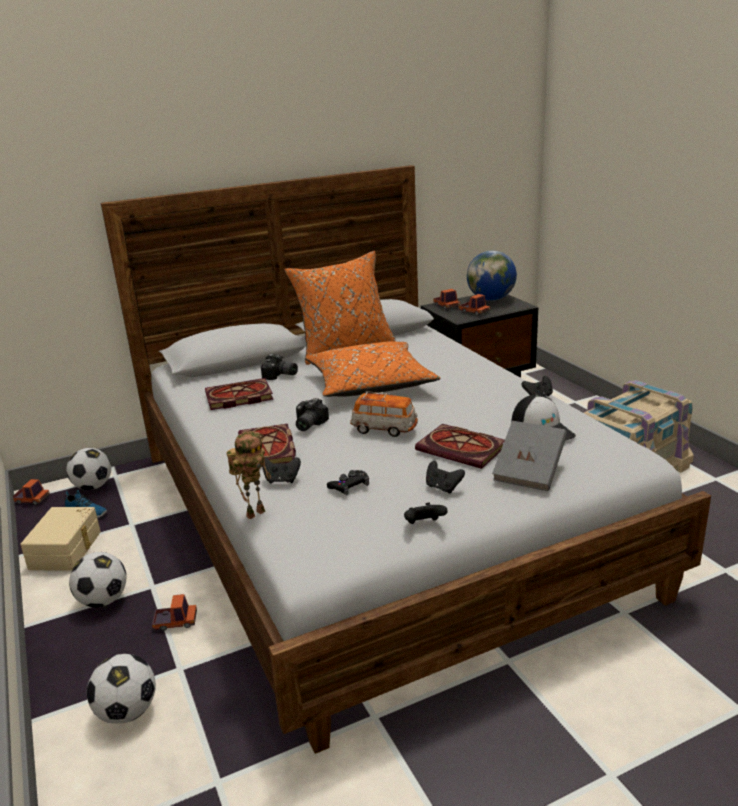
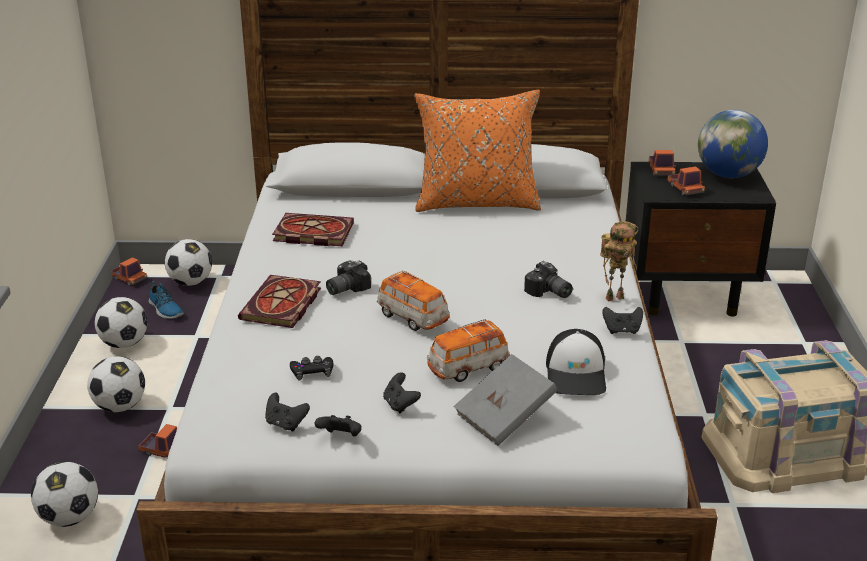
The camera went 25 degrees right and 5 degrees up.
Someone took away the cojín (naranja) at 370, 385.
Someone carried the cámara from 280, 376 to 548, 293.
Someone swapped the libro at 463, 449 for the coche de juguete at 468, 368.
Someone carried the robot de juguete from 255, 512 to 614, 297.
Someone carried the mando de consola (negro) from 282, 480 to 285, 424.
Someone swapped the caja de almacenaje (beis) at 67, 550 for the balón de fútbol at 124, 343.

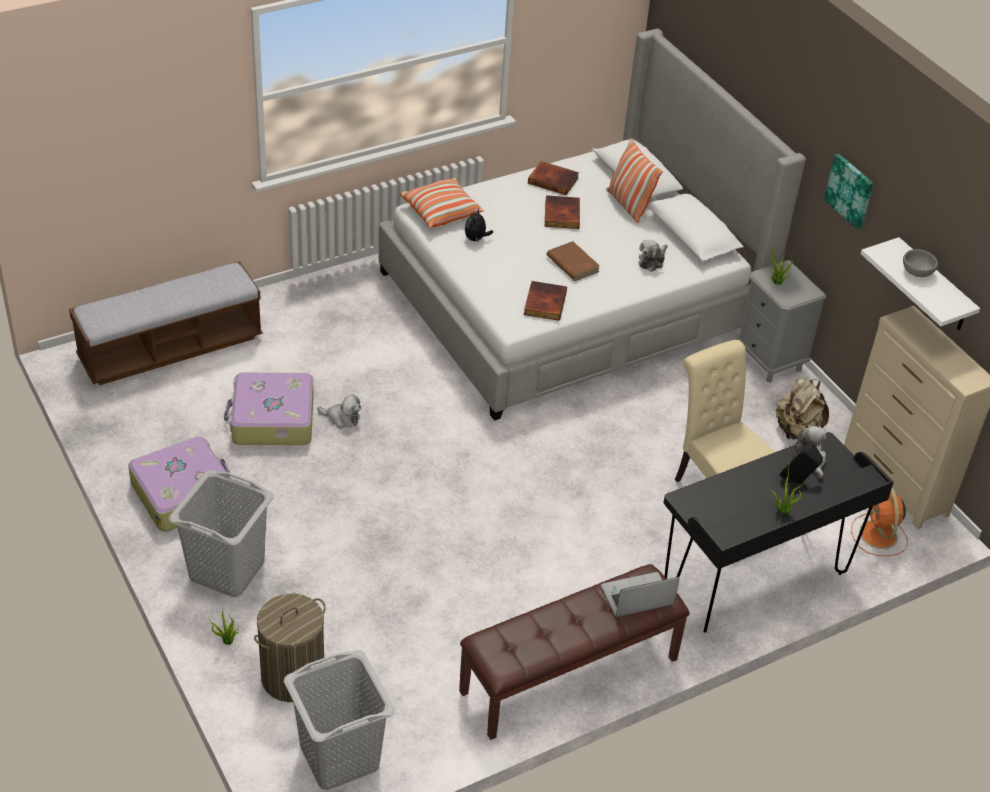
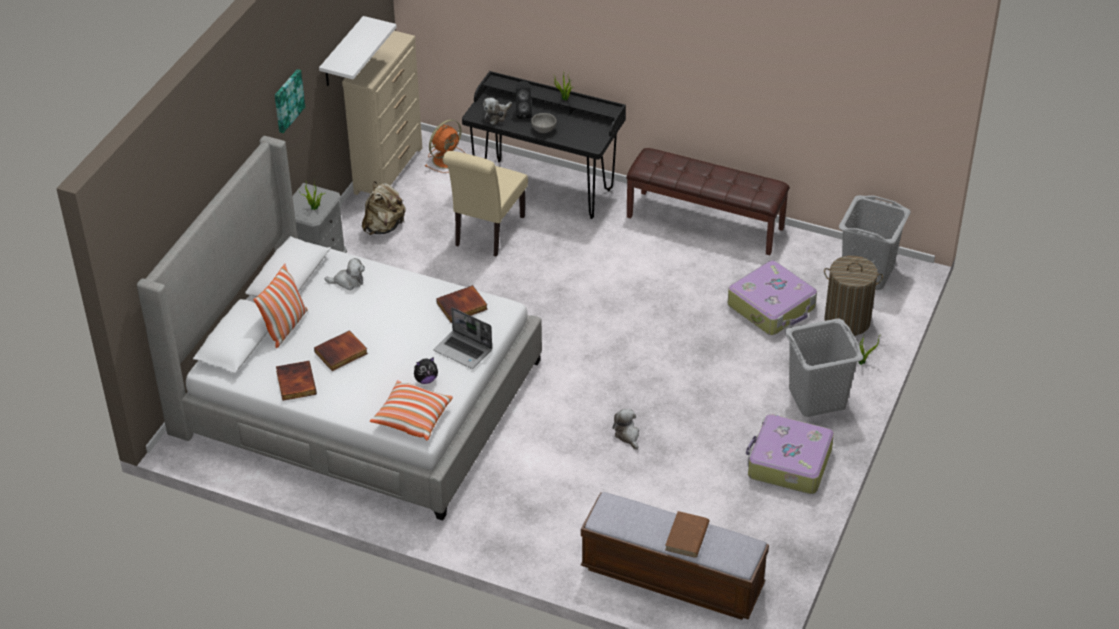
The camera went 125 degrees left and 0 degrees up.
Someone carried the libro (marrón) from 572, 263 to 687, 537.
Someone carried the cuenco (gris) from 916, 271 to 543, 130.
Someone carried the maleta from 272, 420 to 772, 307.
Someone carried the portátil from 636, 597 to 464, 350.

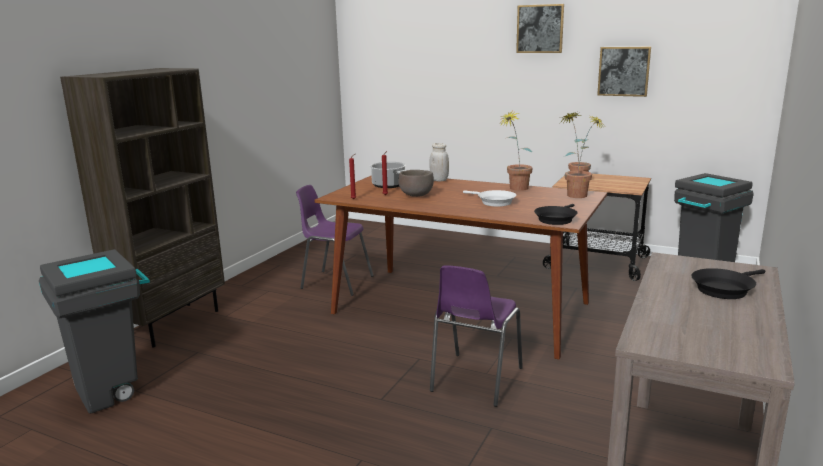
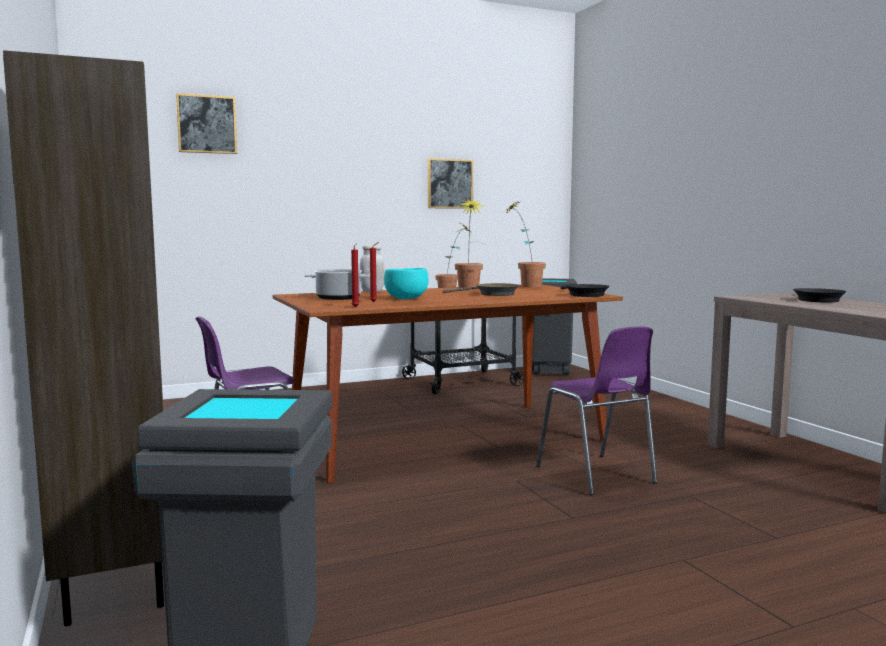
The camera went 50 degrees left and 10 degrees down.
Someone carried the cuadro from 540, 29 to 206, 124.
Someone repainted the cuenco (marrón) at 416, 195, which became the cuenco (turquesa) at 406, 299.
Someone repainted the sartén (blanco) at 493, 202, which became the sartén (marrón) at 492, 294.

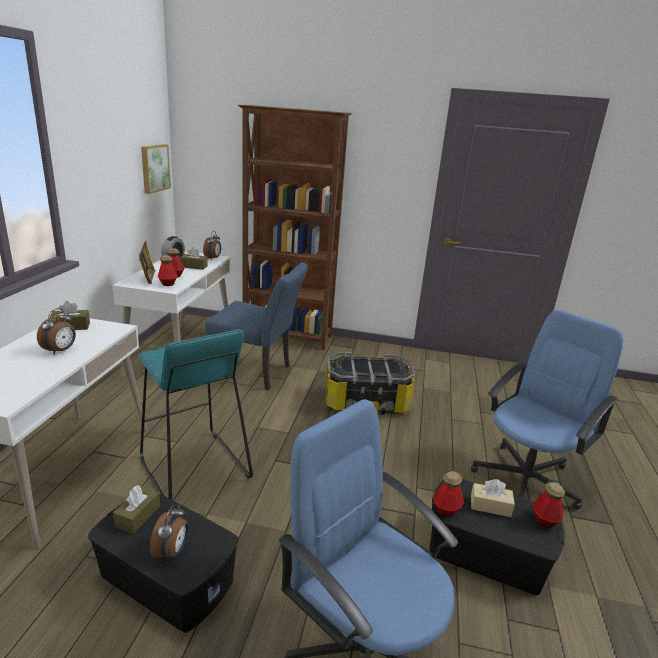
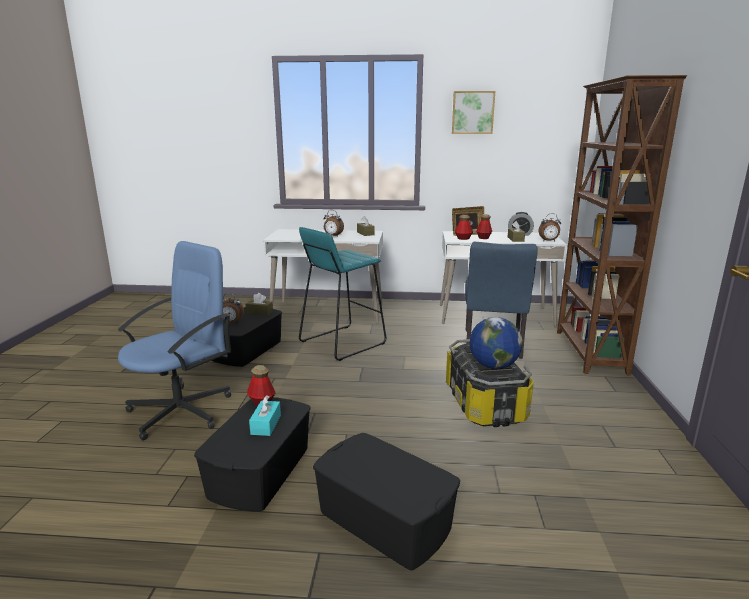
The camera went 85 degrees right and 5 degrees down.
Someone carried the cuadro from 154, 168 to 472, 112.
Someone swapped the silla de oficina (azul) at 527, 479 for the caja de almacenaje (negro) at 384, 521.
Someone repainted the caja de pañuelos (beis) at 490, 506, which became the caja de pañuelos (turquesa) at 266, 424.
Someone took away the botella at 544, 520.
Someone put down the globo terráqueo at 493, 366.

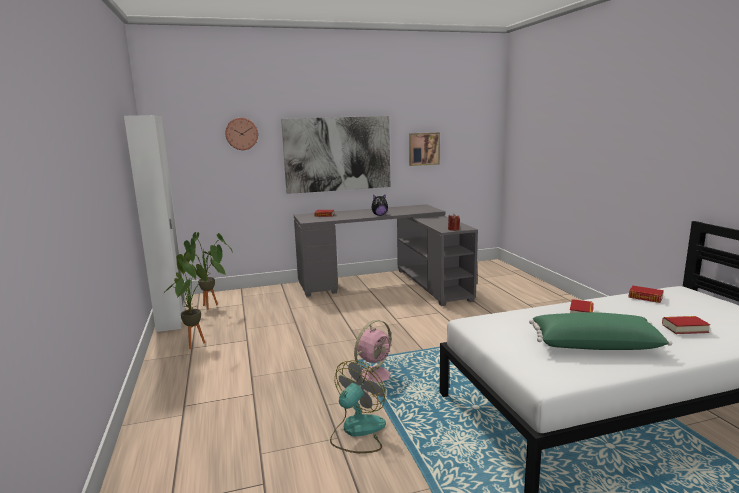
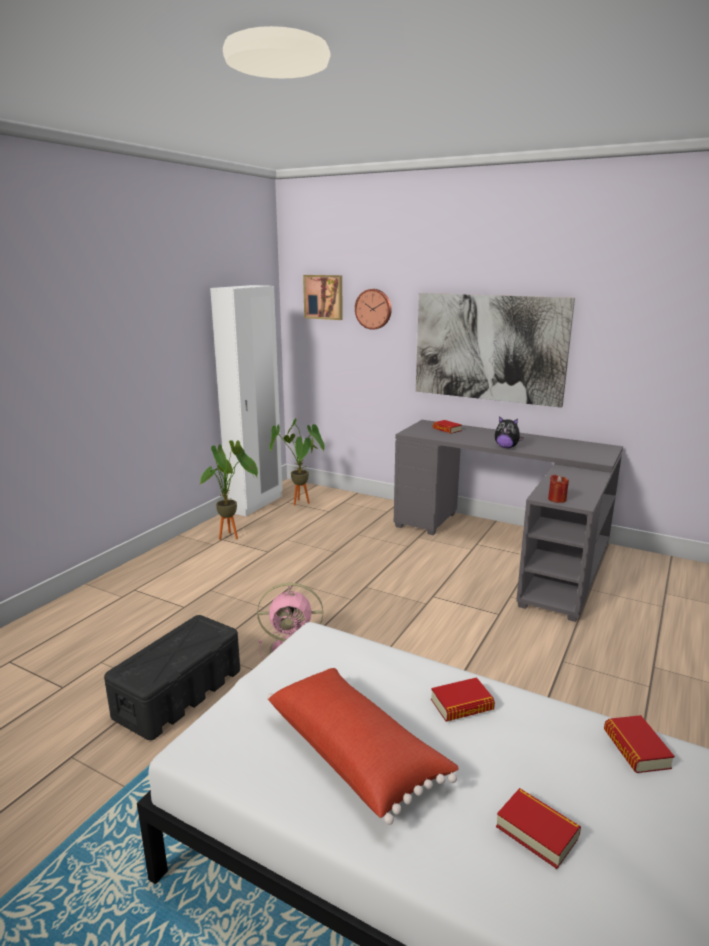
The camera went 45 degrees right and 5 degrees up.
Someone carried the cuadro from 423, 149 to 324, 297.
Someone repainted the cojín (verde) at 594, 344, which became the cojín (rojo) at 356, 753.
Someone swapped the ventilador at 357, 431 for the caja de almacenaje (negro) at 179, 693.

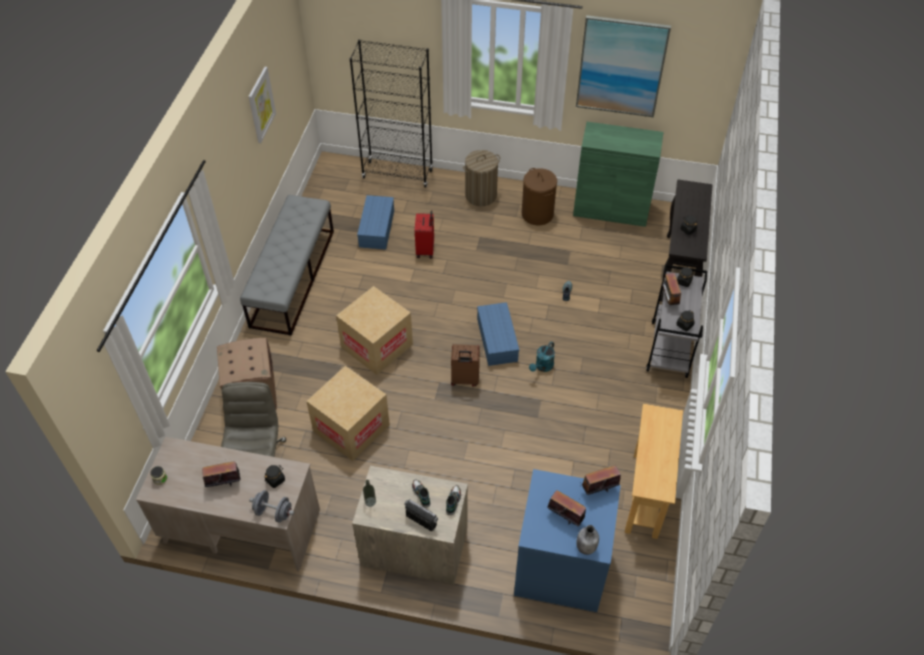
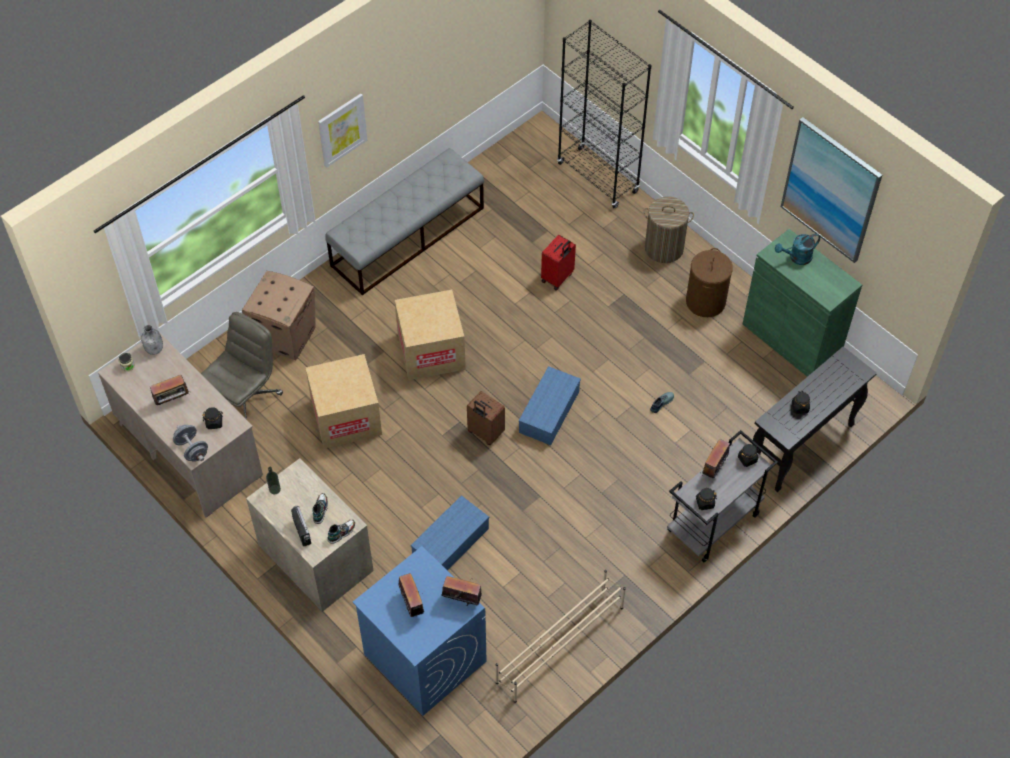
The camera went 35 degrees right and 5 degrees up.
Someone carried the cuadro from 261, 105 to 342, 130.
Someone carried the caja de almacenaje (azul) from 376, 228 to 451, 541.
Someone carried the regadera (turquesa) from 542, 367 to 796, 258.
Someone swapped the mesa consola (beis) at 645, 494 for the zapatero (beis) at 559, 645.
Someone rotated the radio at 224, 483 by 135 degrees clockwise.
Someone carried the botella (gris) from 586, 547 to 155, 349.

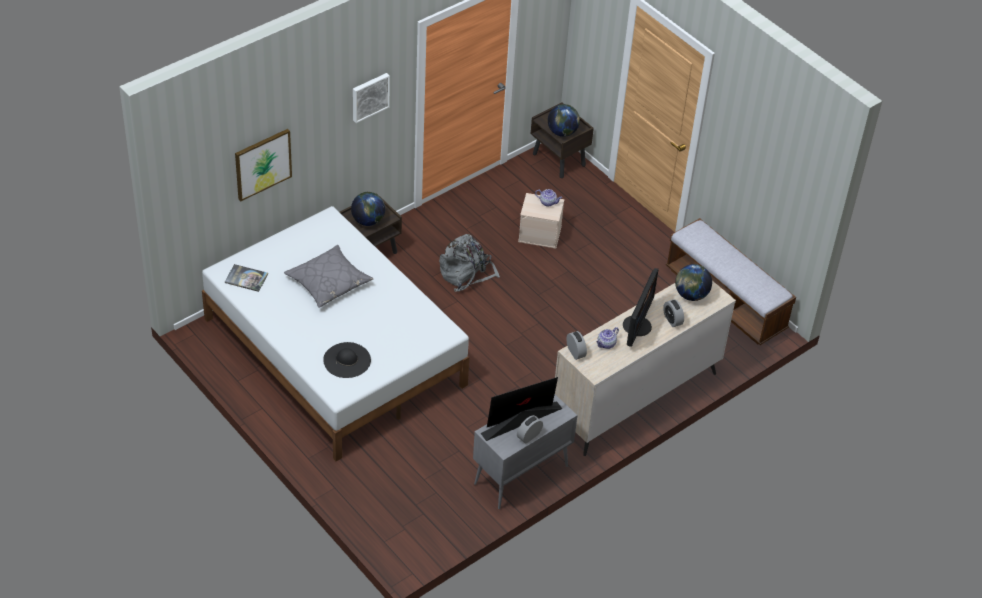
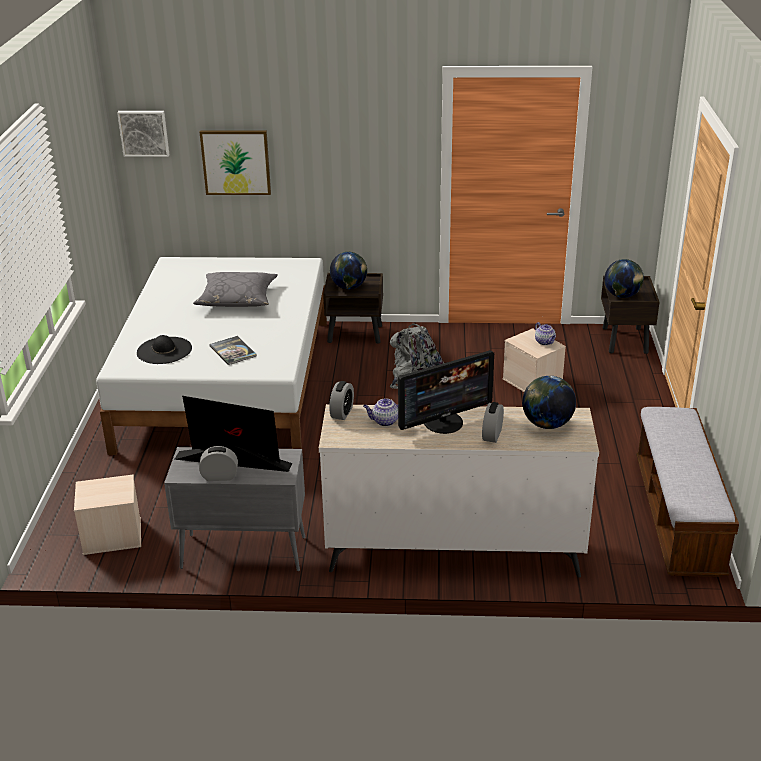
The camera went 45 degrees right and 15 degrees down.
Someone carried the cuadro from 369, 96 to 144, 133.
Someone carried the libro from 246, 278 to 233, 351.
Someone put down the caja de almacenaje (beis) at 111, 536.

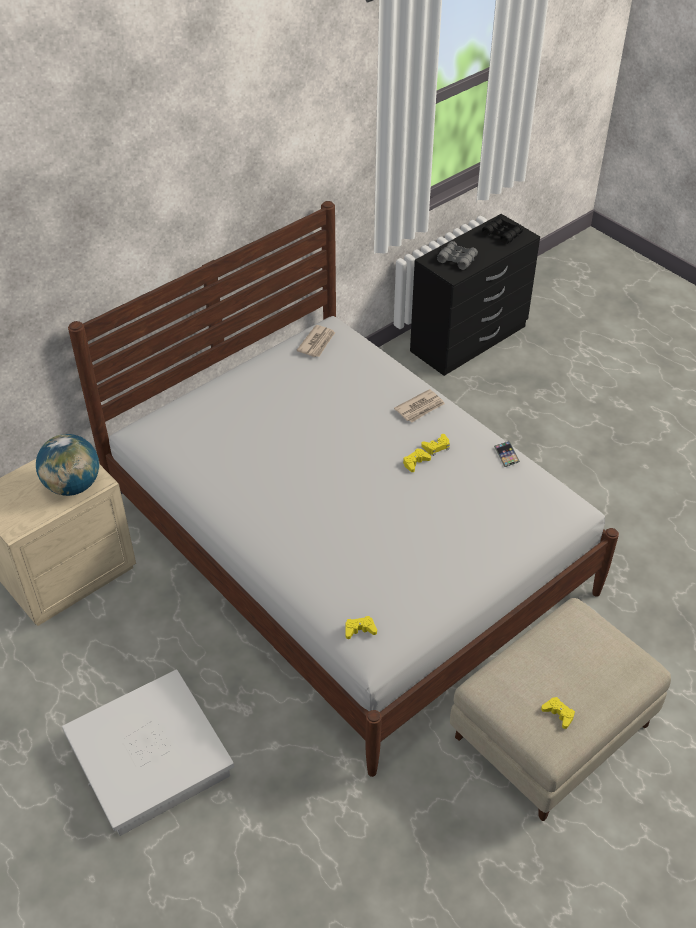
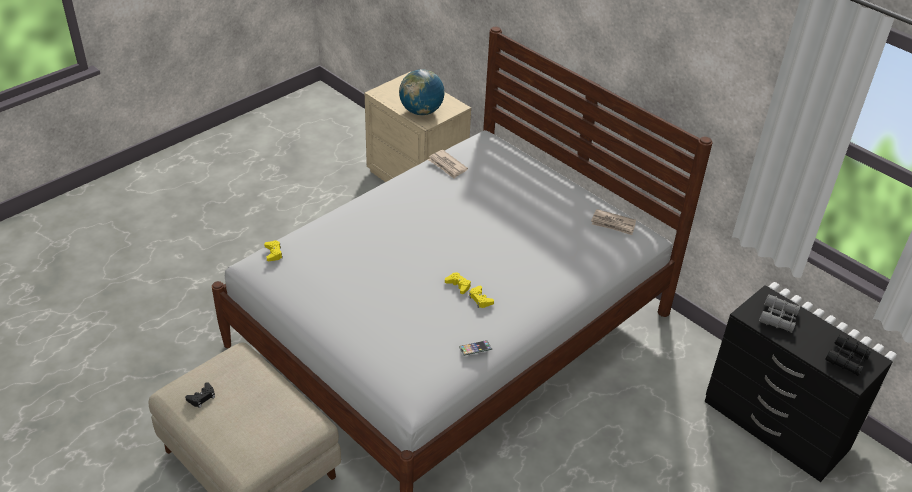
The camera went 85 degrees right and 5 degrees down.
Someone carried the periódico from 420, 408 to 447, 166.
Someone took away the caja de almacenaje (blanco) at 149, 758.
Someone repainted the mando de consola (amarillo) at 558, 714, which became the mando de consola (negro) at 202, 397.

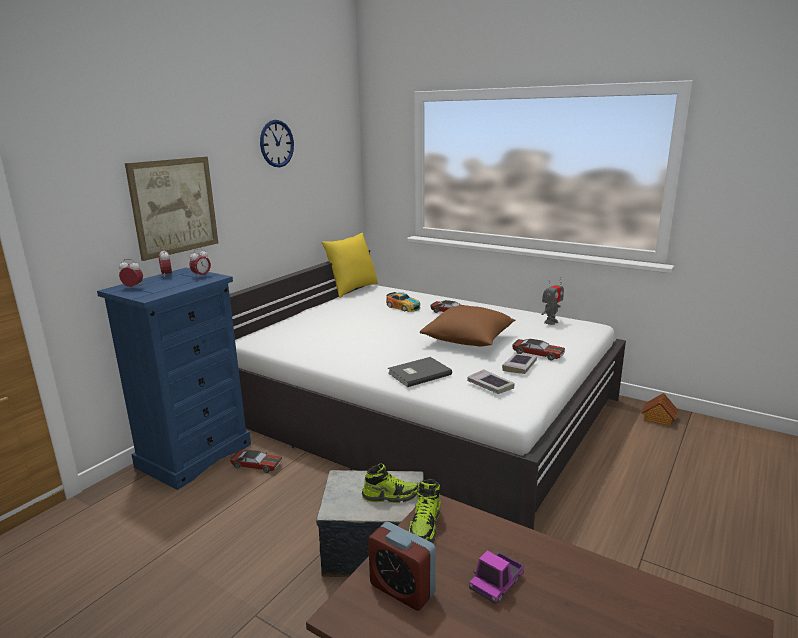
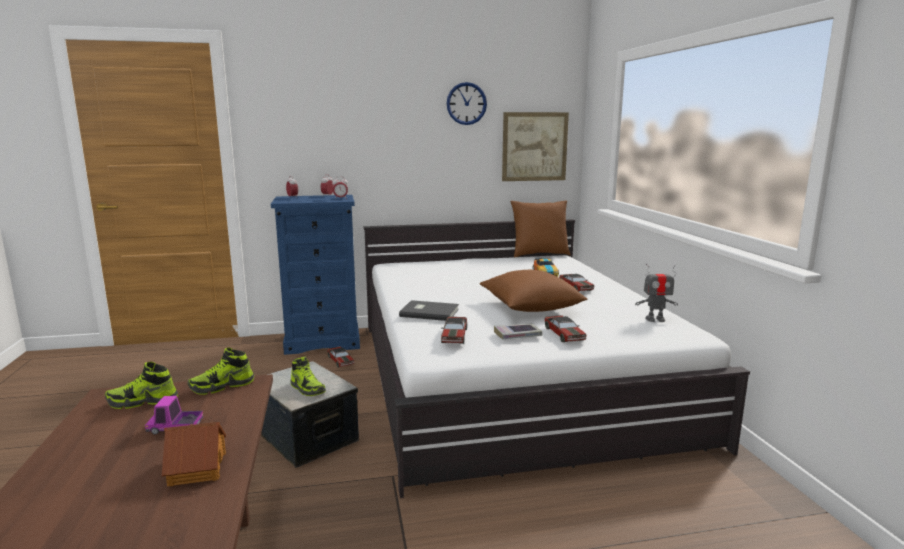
The camera went 45 degrees right and 5 degrees down.
Someone carried the cuadro from 174, 206 to 534, 146.
Someone repainted the cojín (amarillo) at 352, 289, which became the cojín (marrón) at 539, 254.
Someone swapped the libro at 490, 385 for the coche de juguete at 454, 336.
Someone carried the casita from 658, 418 to 196, 468.
Someone swapped the despertador at 402, 589 for the zapato at 143, 402.

